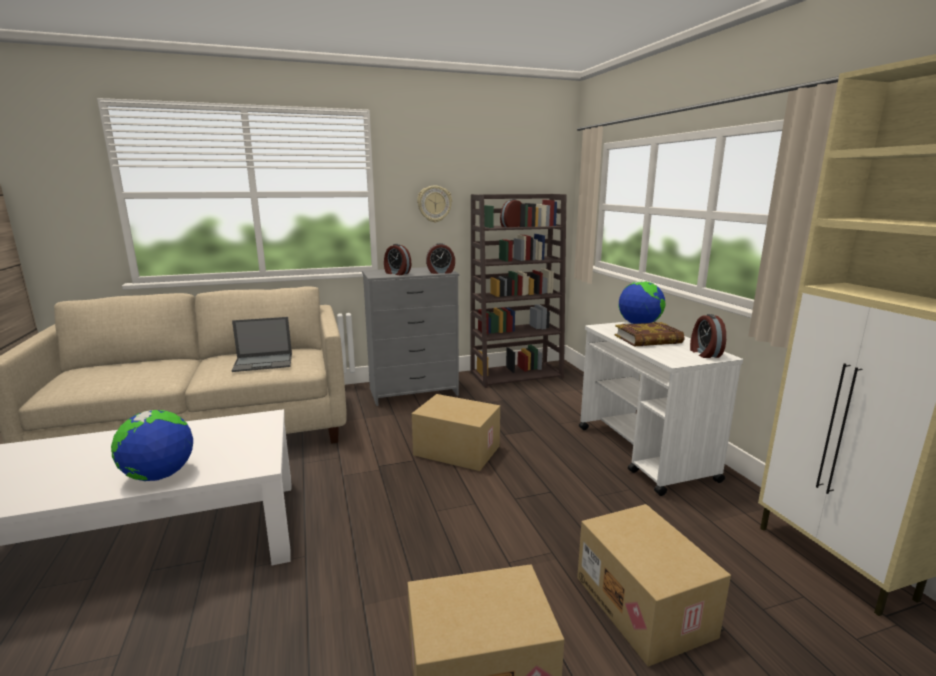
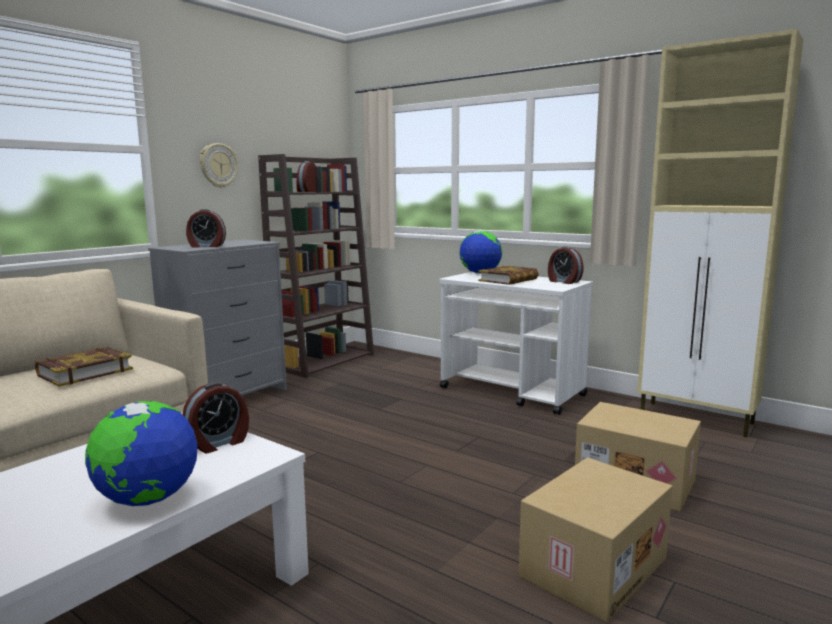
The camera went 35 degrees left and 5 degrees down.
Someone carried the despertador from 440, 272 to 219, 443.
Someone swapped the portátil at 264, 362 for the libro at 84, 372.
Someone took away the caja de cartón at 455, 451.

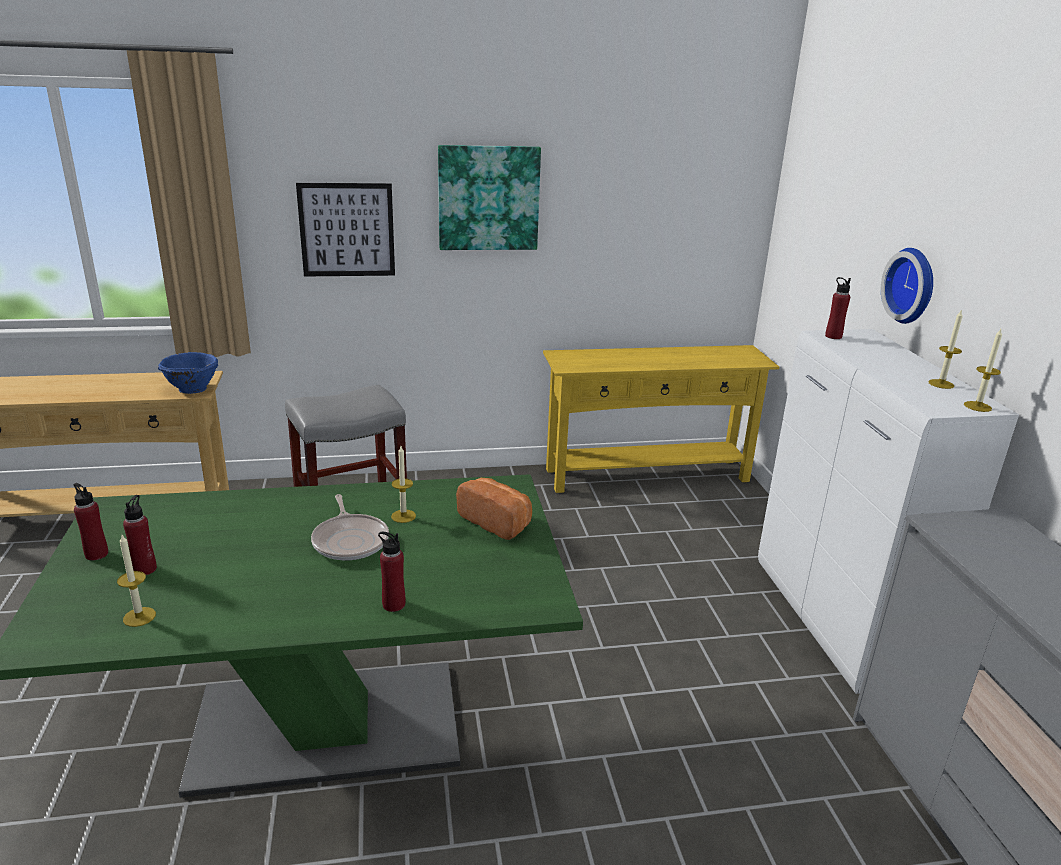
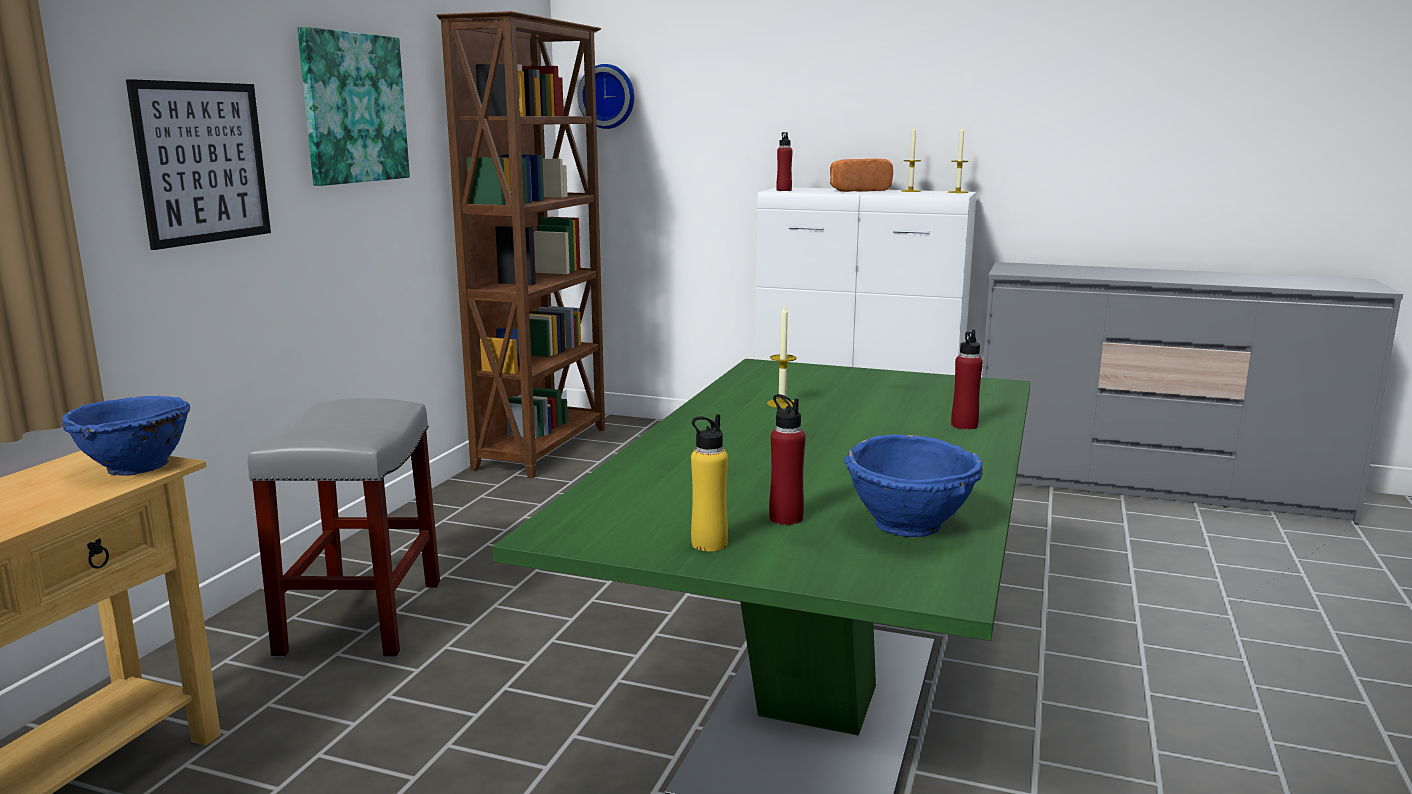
The camera went 60 degrees left and 10 degrees down.
Someone carried the reloj de pared from 913, 285 to 608, 96.
Someone swapped the mesa consola (amarillo) at 647, 474 for the estantería (marrón) at 544, 448.
Someone carried the pan from 497, 521 to 857, 190.
Someone repainted the botella (rojo) at 96, 554, which became the botella (amarillo) at 709, 544.
Someone took away the sartén at 350, 540.
Someone swapped the vela at 139, 617 for the cuenco (azul) at 910, 526.

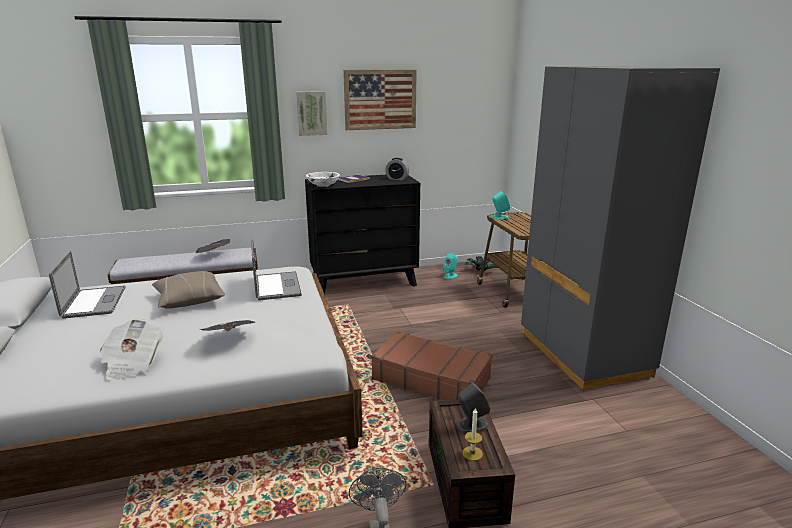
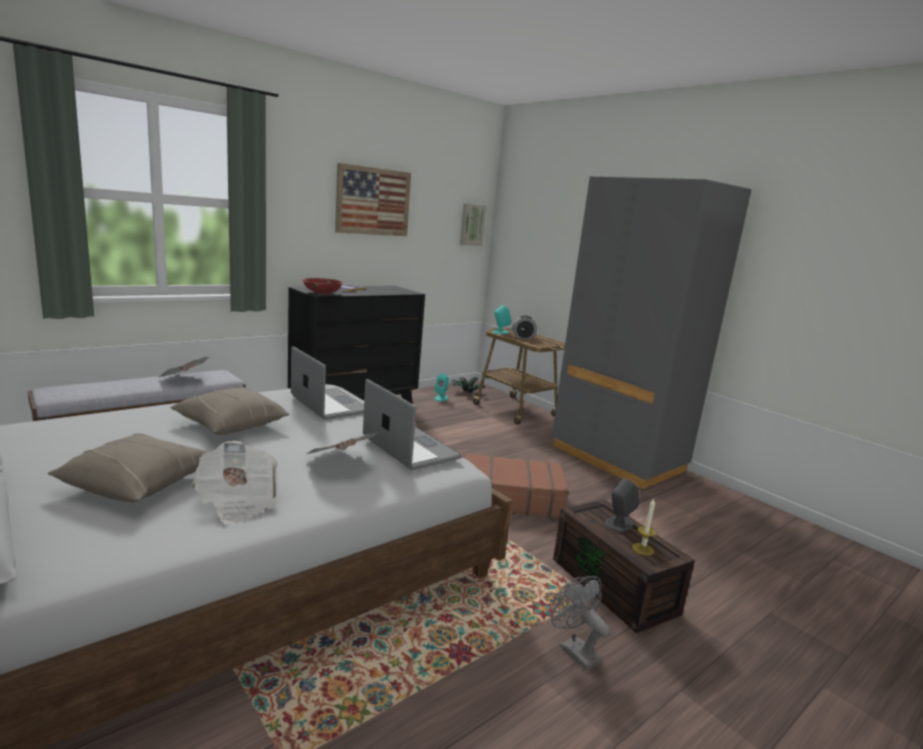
The camera went 25 degrees left and 5 degrees down.
Someone carried the cuadro from 311, 113 to 472, 225.
Someone carried the despertador from 397, 179 to 523, 337.
Someone repainted the cuenco (blanco) at 323, 185, which became the cuenco (rojo) at 322, 293.
Someone carried the portátil from 94, 302 to 410, 447.
Someone put down the cojín (beis) at 138, 483.

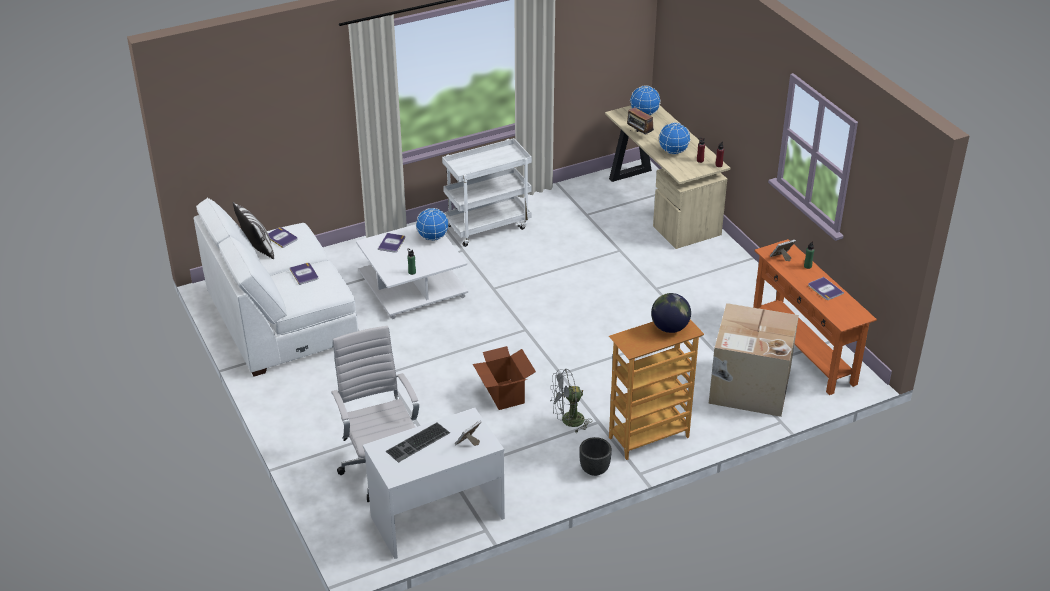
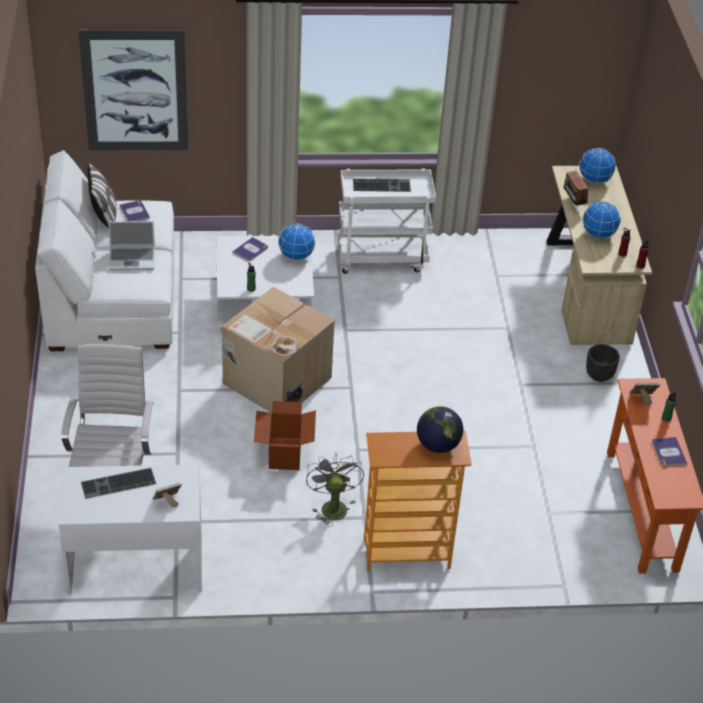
The camera went 20 degrees right and 5 degrees up.
Someone swapped the libro at 304, 274 for the portátil at 132, 259.
Someone carried the caja de cartón from 748, 387 to 275, 380.
Someone rotated the ventilador (gris) at 568, 421 by 75 degrees clockwise.
Someone carried the maceta (negro) from 595, 469 to 599, 376.
Someone put up the cuadro at 135, 91.
Someone put down the teclado at 382, 185.

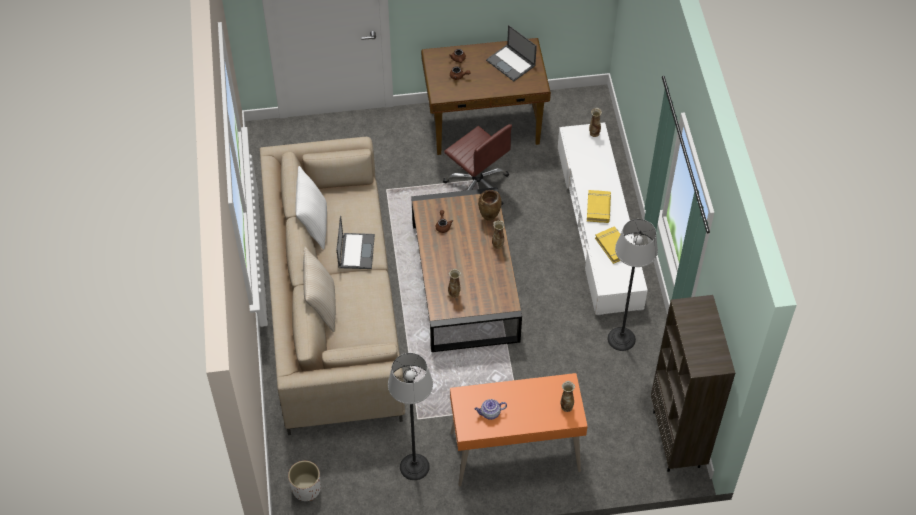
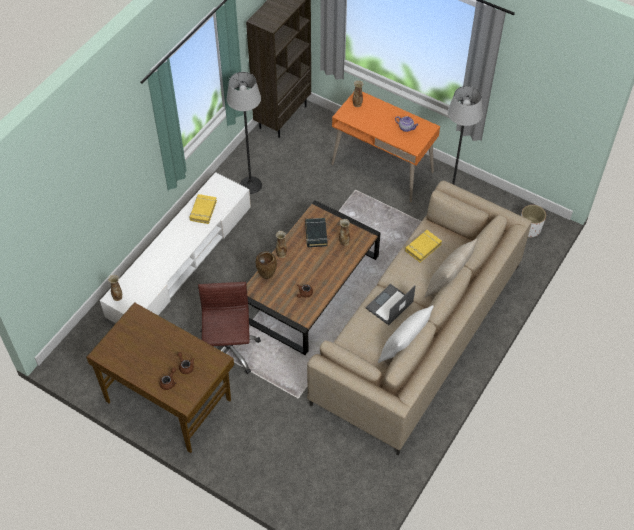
The camera went 140 degrees left and 0 degrees up.
Someone took away the portátil at 511, 63.
Someone carried the libro (amarillo) from 598, 208 to 423, 247.
Someone put down the libro (negro) at 316, 234.

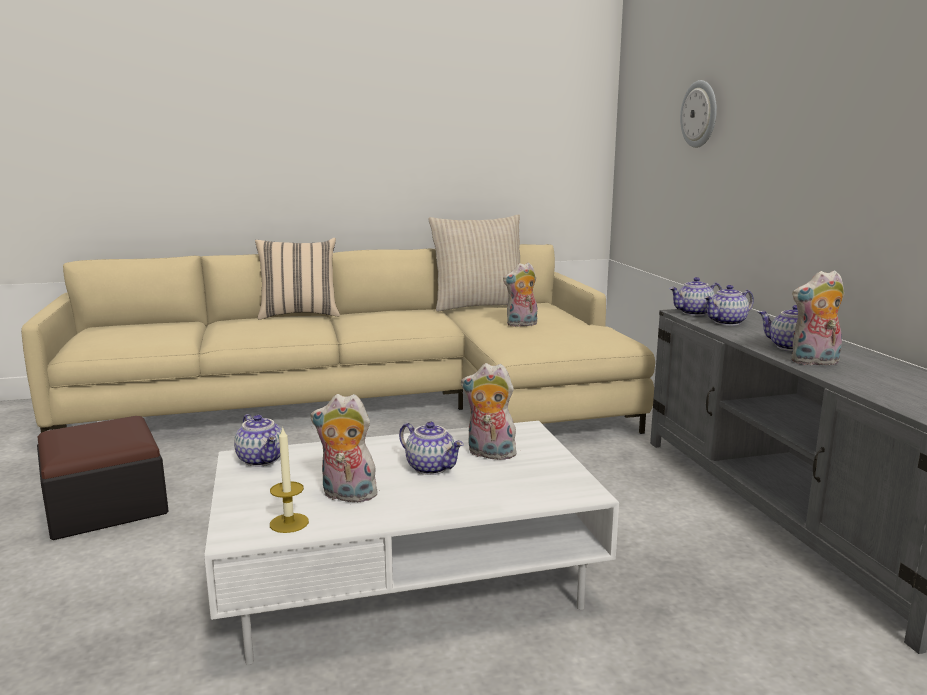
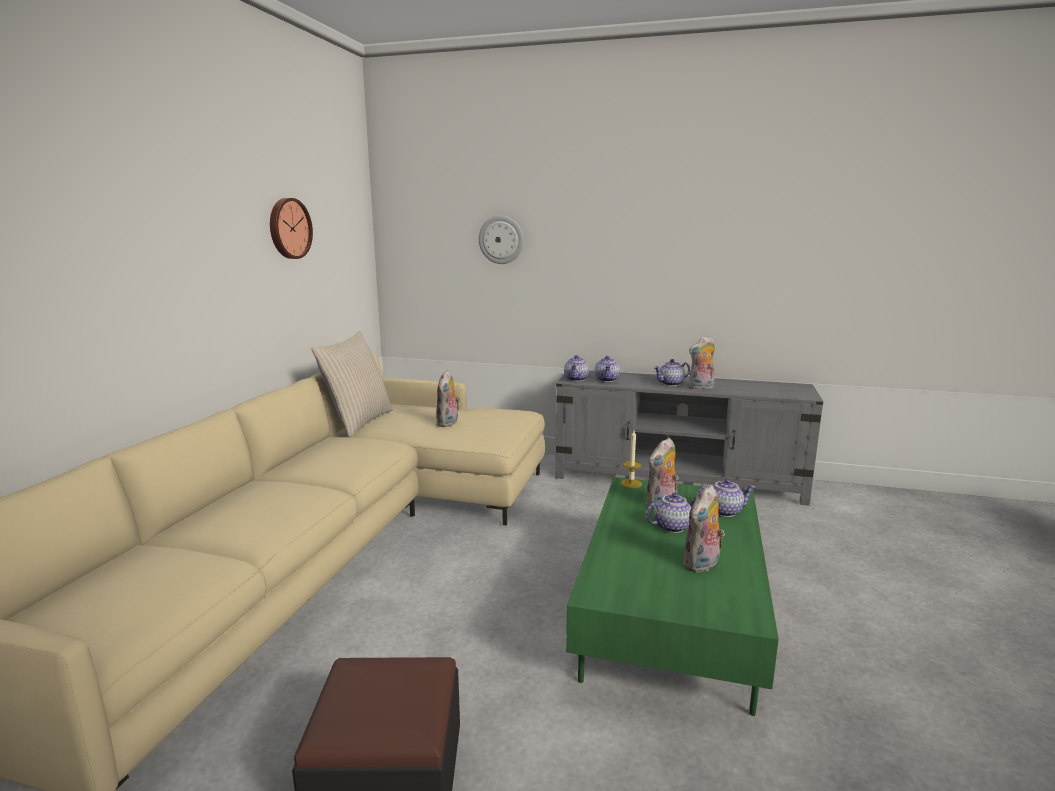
The camera went 60 degrees left and 0 degrees up.
Someone took away the cojín (beis) at 299, 314.
Someone rotated the peluche at 814, 362 by 45 degrees clockwise.
Someone carried the tetera from 262, 460 to 724, 511.
Someone repainted the mesa de centro (blanco) at 407, 575, which became the mesa de centro (verde) at 668, 614.
Someone carried the vela from 289, 523 to 631, 483.
Someone put up the reloj de pared at 288, 228.

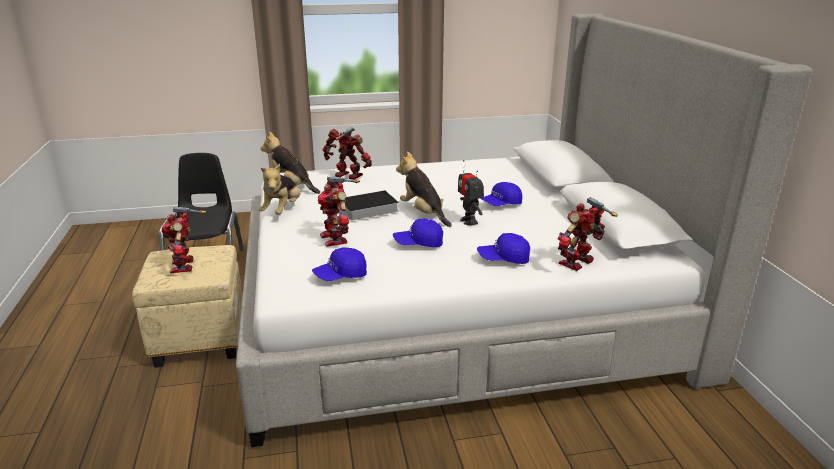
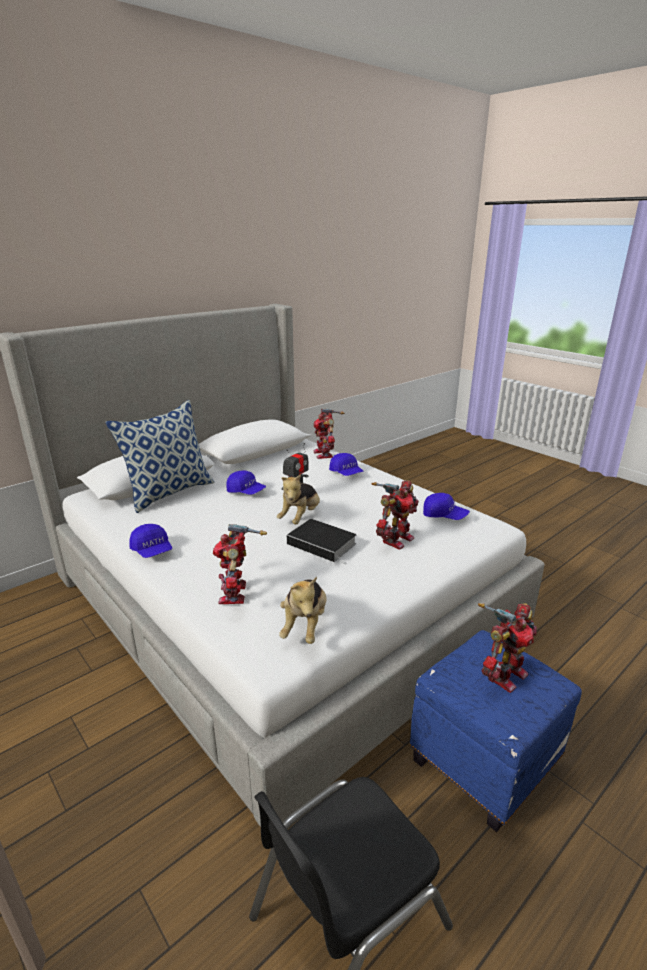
The camera went 120 degrees left and 0 degrees up.
Someone took away the peluche at 282, 210.
Someone rotated the robot de juguete at 578, 263 by 60 degrees clockwise.
Someone carried the gorra (azul) from 418, 243 to 152, 550.
Someone repainted the puf (beis) at 200, 339, which became the puf (azul) at 483, 760.
Someone put down the cojín at 169, 492.

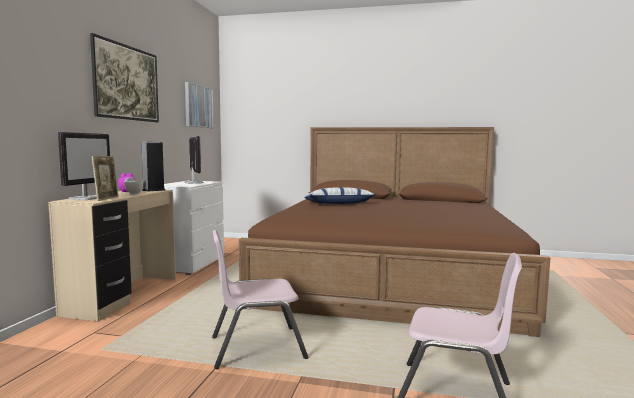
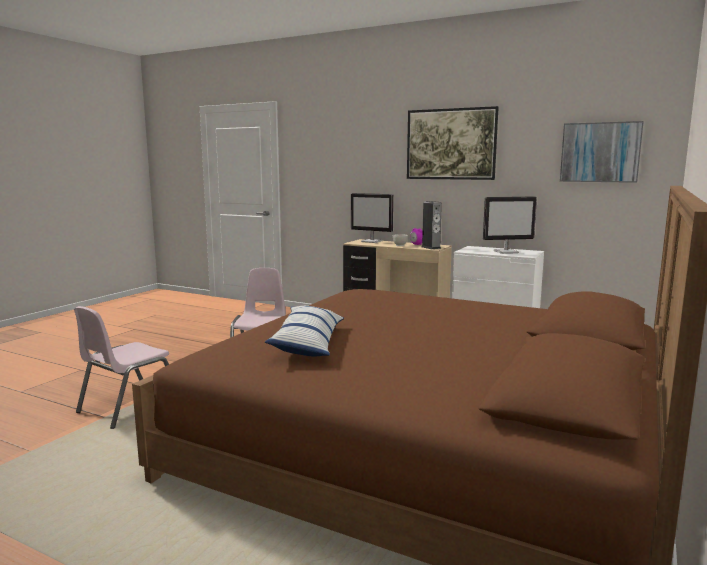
The camera went 105 degrees right and 5 degrees up.
Someone took away the portarretratos at 106, 199.
Someone carried the cojín from 339, 204 to 308, 343.

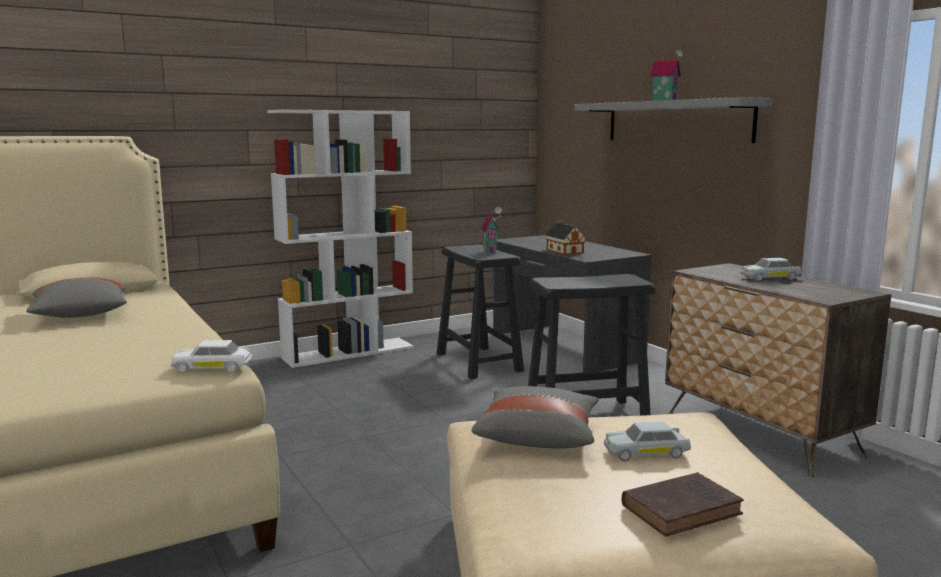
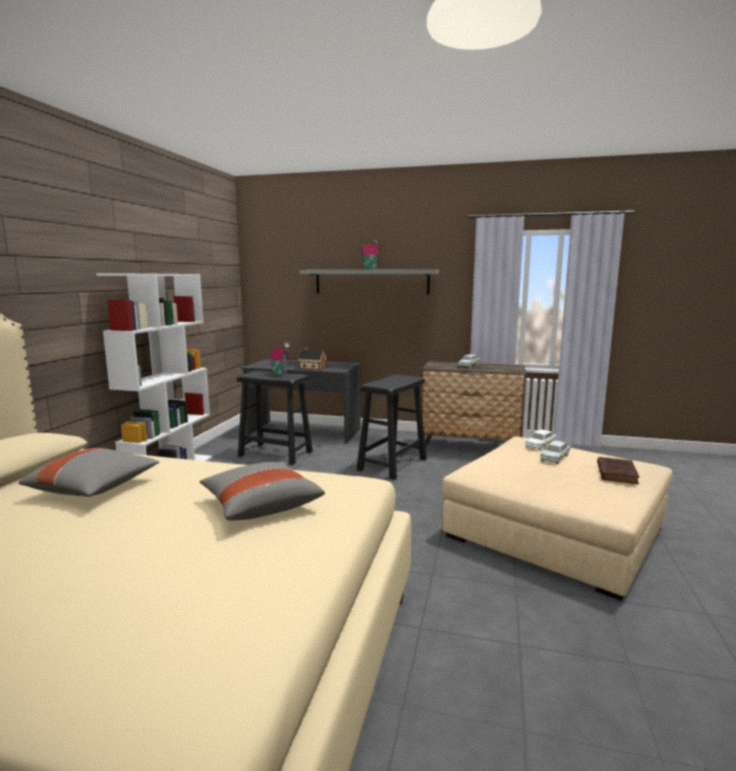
The camera went 45 degrees left and 0 degrees up.
Someone carried the coche de juguete (blanco) from 212, 368 to 540, 445.
Someone carried the cojín (gris) from 538, 436 to 260, 506.

